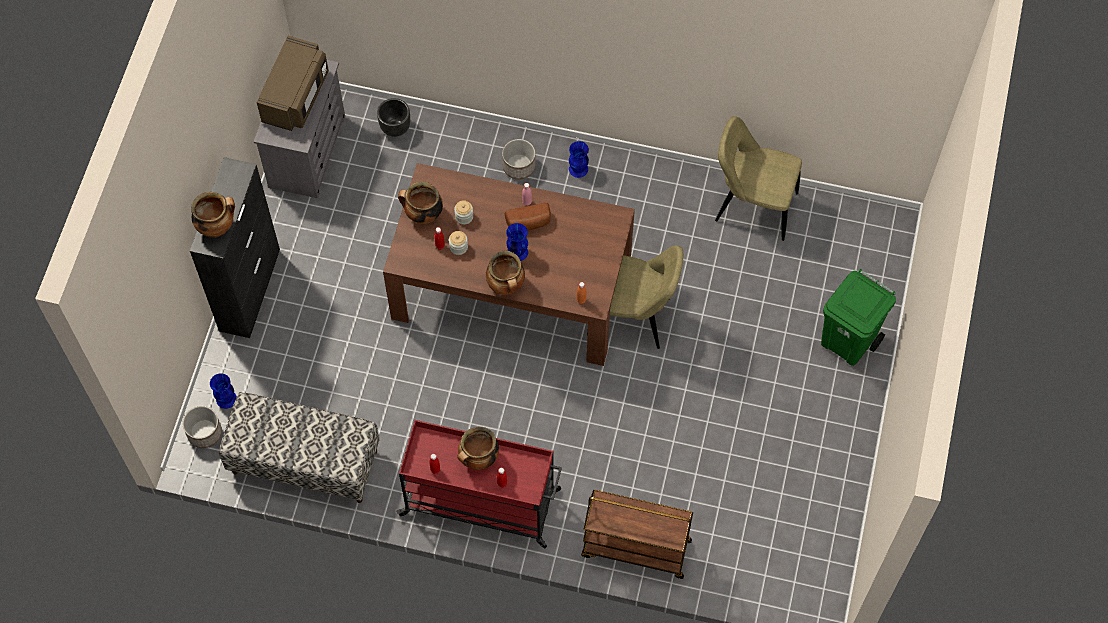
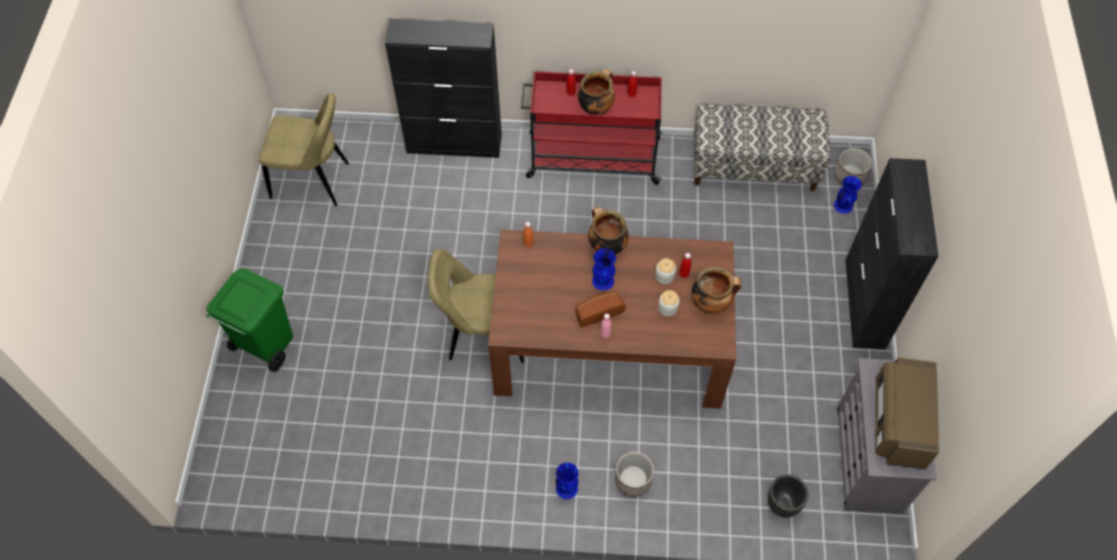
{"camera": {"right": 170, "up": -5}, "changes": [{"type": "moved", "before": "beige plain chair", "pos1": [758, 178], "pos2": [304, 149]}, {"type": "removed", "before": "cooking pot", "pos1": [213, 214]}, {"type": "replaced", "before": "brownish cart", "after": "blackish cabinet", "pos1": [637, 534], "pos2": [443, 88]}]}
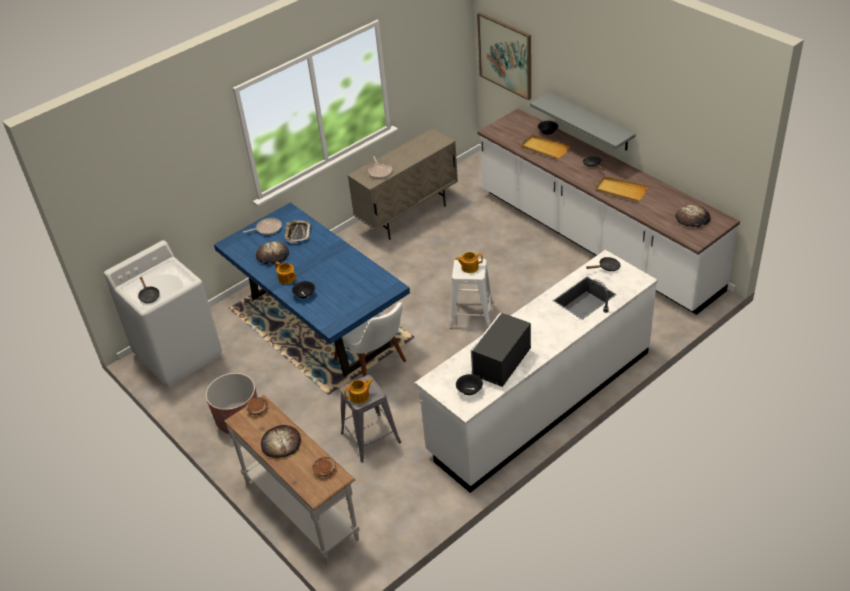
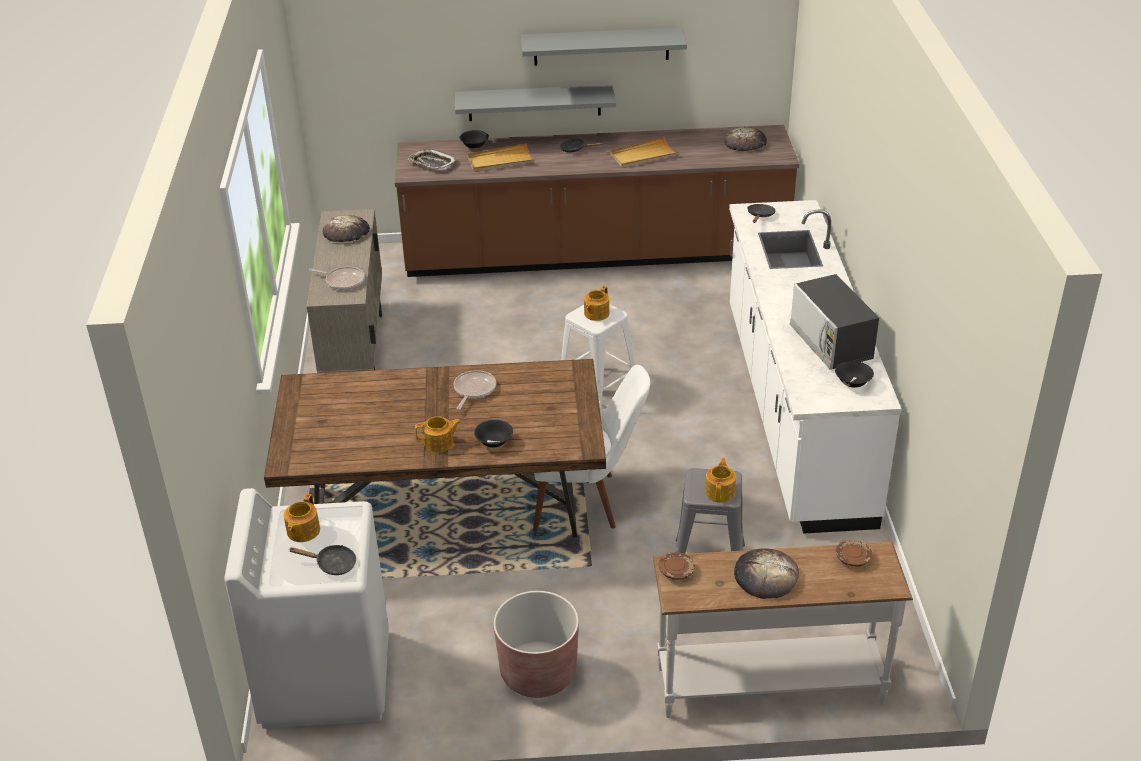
{"camera": {"right": -55, "up": -5}, "changes": [{"type": "removed", "before": "wall picture", "pos1": [504, 56]}, {"type": "recoloured", "before": "white kitchen counter", "after": "brownish kitchen counter", "pos1": [608, 211], "pos2": [597, 201]}, {"type": "recoloured", "before": "blue kitchen table", "after": "brownish kitchen table", "pos1": [312, 289], "pos2": [435, 448]}, {"type": "moved", "before": "pan", "pos1": [262, 226], "pos2": [475, 390]}, {"type": "moved", "before": "tray", "pos1": [297, 231], "pos2": [432, 159]}, {"type": "moved", "before": "bread", "pos1": [272, 253], "pos2": [346, 228]}, {"type": "added", "after": "greyish wall shelf", "pos2": [604, 47]}, {"type": "added", "after": "teapot", "pos2": [302, 518]}]}
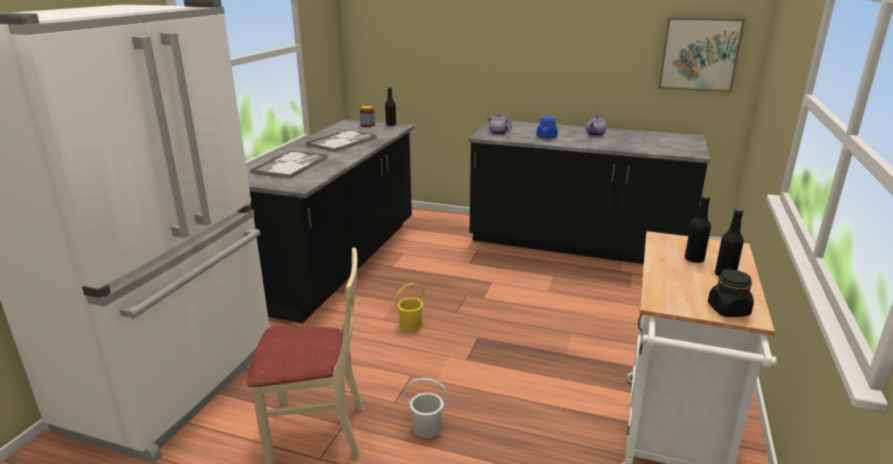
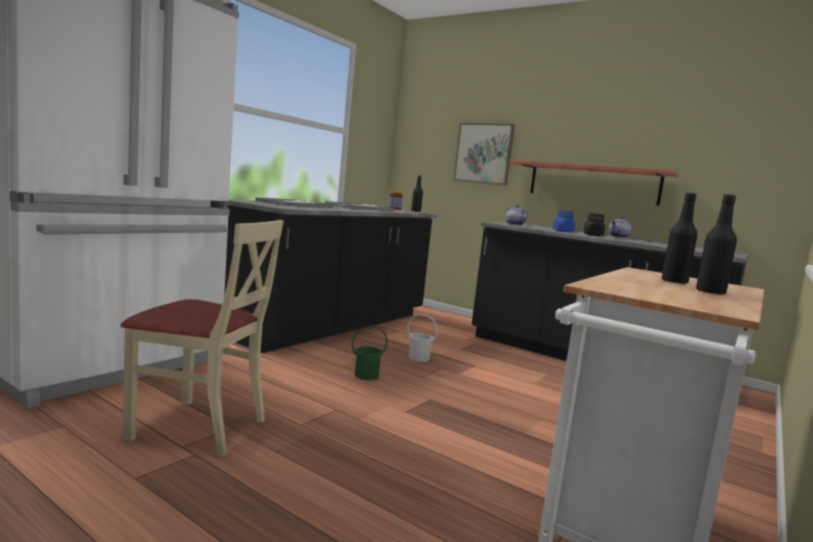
{"camera": {"right": 15, "up": -15}, "changes": [{"type": "moved", "before": "wall picture", "pos1": [701, 54], "pos2": [484, 154]}, {"type": "moved", "before": "blackish preserve jar", "pos1": [731, 293], "pos2": [594, 224]}, {"type": "recoloured", "before": "yellowish bucket", "after": "green bucket", "pos1": [410, 307], "pos2": [370, 353]}, {"type": "moved", "before": "white bucket", "pos1": [426, 408], "pos2": [422, 338]}, {"type": "added", "after": "wall shelf", "pos2": [594, 183]}]}
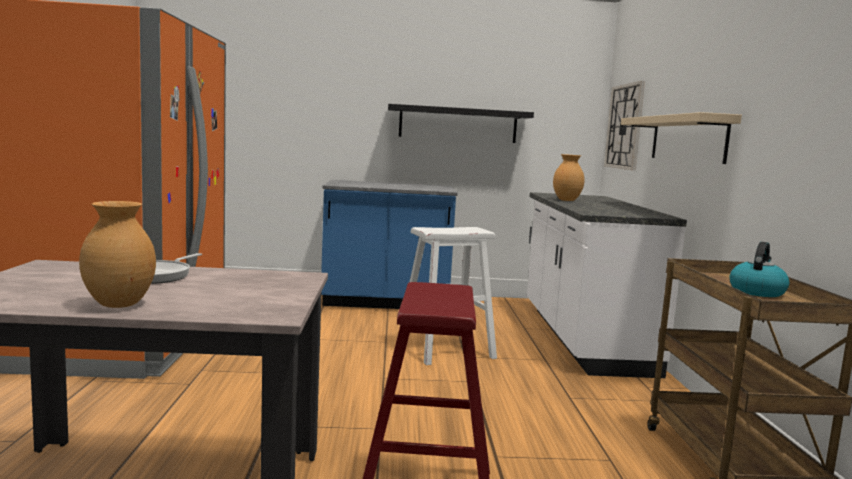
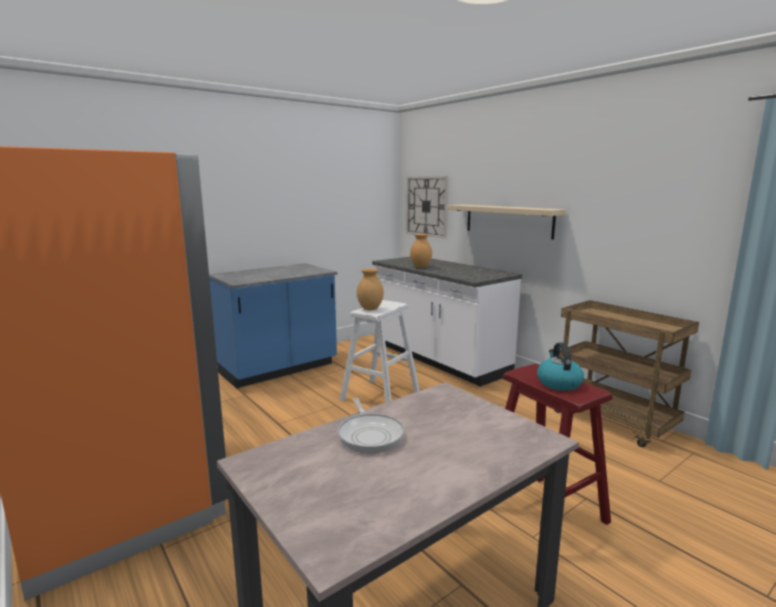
{"camera": {"right": -35, "up": 5}, "changes": [{"type": "removed", "before": "blackish wall shelf", "pos1": [461, 123]}, {"type": "moved", "before": "brownish vase", "pos1": [117, 254], "pos2": [370, 289]}, {"type": "moved", "before": "kettle", "pos1": [759, 269], "pos2": [560, 367]}]}
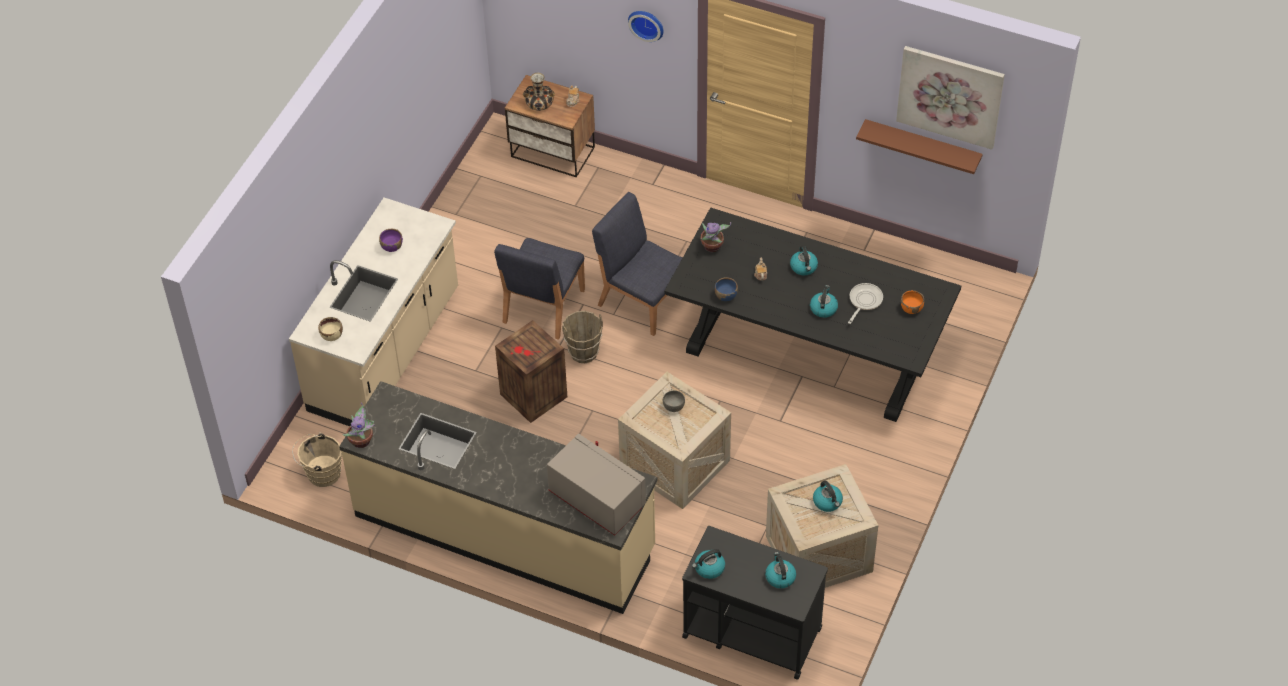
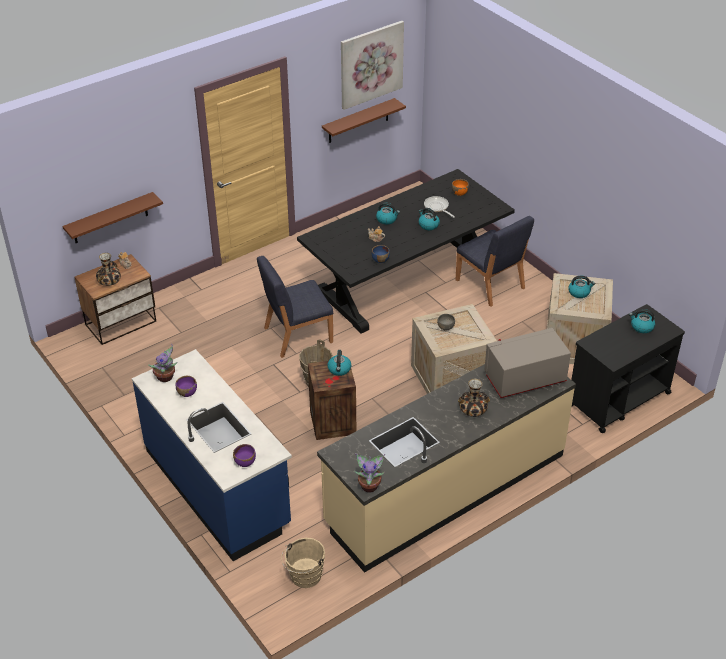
{"camera": {"right": -60, "up": -10}, "changes": [{"type": "removed", "before": "hanging clock", "pos1": [645, 26]}, {"type": "recoloured", "before": "beige kitchen counter", "after": "blue kitchen counter", "pos1": [373, 312], "pos2": [212, 455]}, {"type": "moved", "before": "plant in a pot", "pos1": [715, 237], "pos2": [162, 362]}, {"type": "moved", "before": "blue plain chair", "pos1": [539, 289], "pos2": [495, 261]}, {"type": "recoloured", "before": "beige deep dish", "after": "purplish deep dish", "pos1": [330, 329], "pos2": [244, 455]}, {"type": "moved", "before": "kettle", "pos1": [708, 564], "pos2": [339, 363]}, {"type": "added", "after": "brownish wall shelf", "pos2": [113, 217]}, {"type": "added", "after": "vase", "pos2": [474, 398]}]}
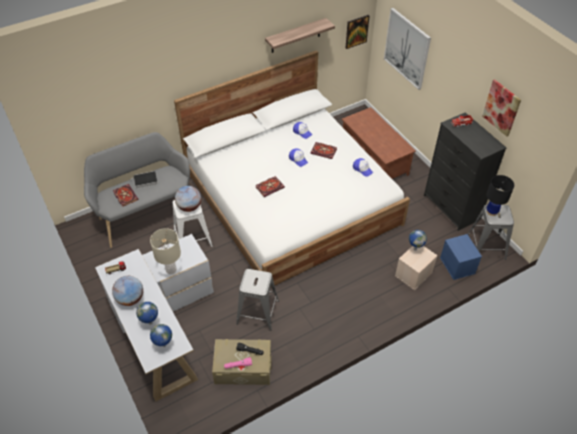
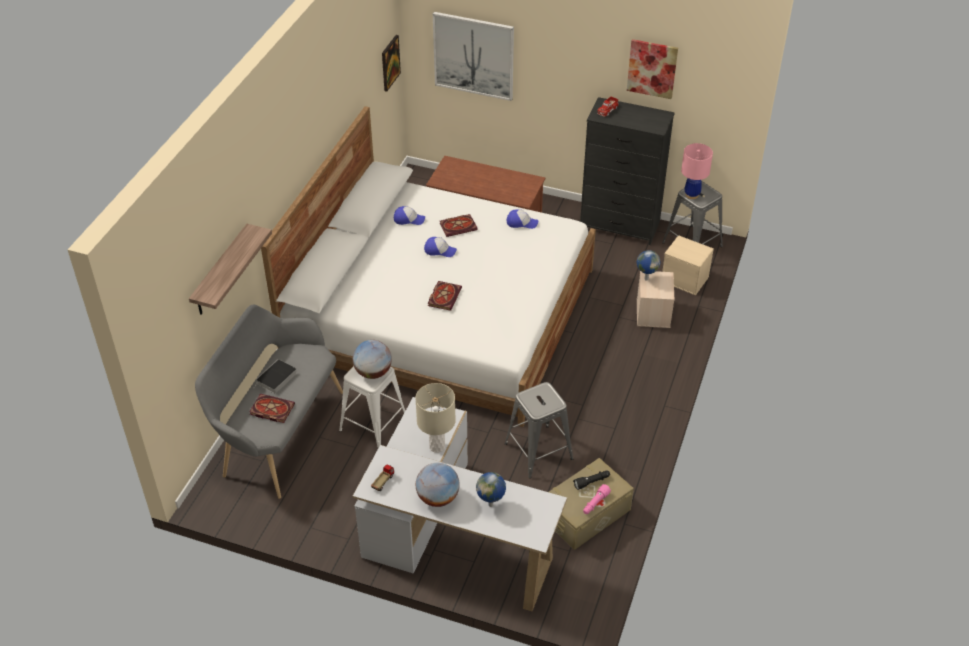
{"camera": {"right": -40, "up": -5}, "changes": [{"type": "moved", "before": "wall shelf", "pos1": [300, 35], "pos2": [230, 269]}, {"type": "recoloured", "before": "blackish table lamp", "after": "pink-coloured table lamp", "pos1": [500, 195], "pos2": [697, 171]}, {"type": "recoloured", "before": "blue storage bin", "after": "beige storage bin", "pos1": [461, 257], "pos2": [688, 265]}, {"type": "removed", "before": "globe", "pos1": [161, 335]}]}
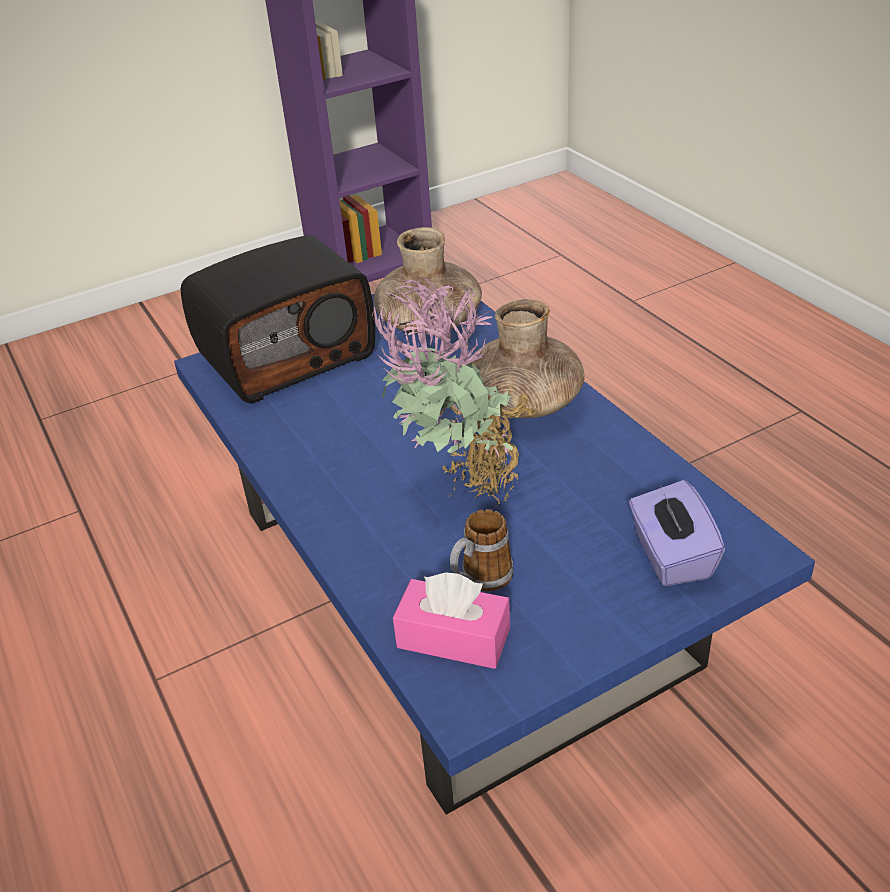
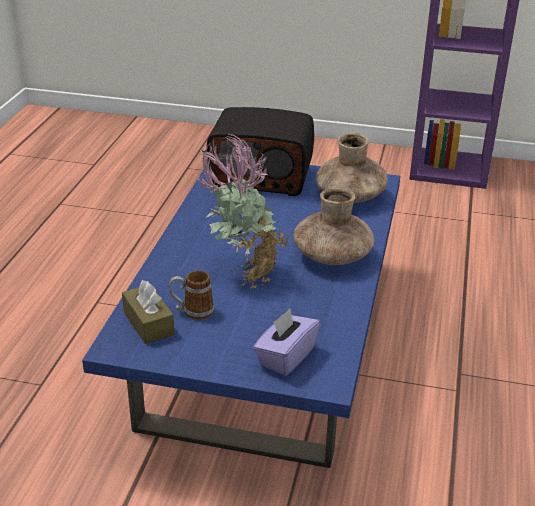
{"camera": {"right": 40, "up": -5}, "changes": [{"type": "recoloured", "before": "pink-coloured tissue holder", "after": "brownish tissue holder", "pos1": [451, 620], "pos2": [148, 312]}]}
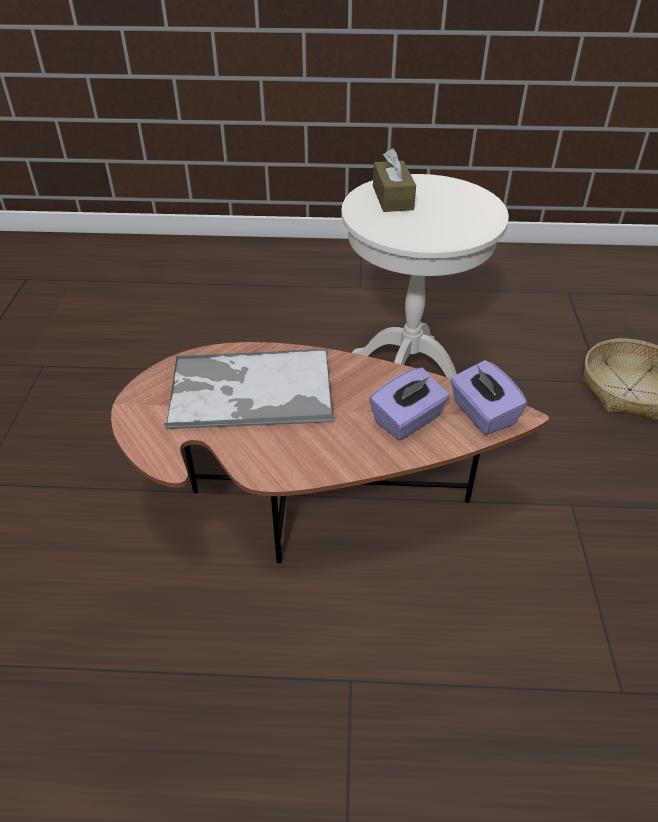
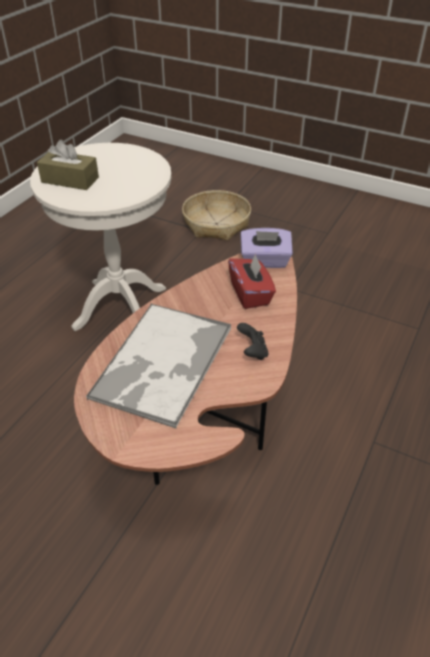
{"camera": {"right": -65, "up": 0}, "changes": [{"type": "recoloured", "before": "purplish tissue holder", "after": "red tissue holder", "pos1": [410, 403], "pos2": [252, 281]}, {"type": "added", "after": "blackish gamepad", "pos2": [252, 341]}]}
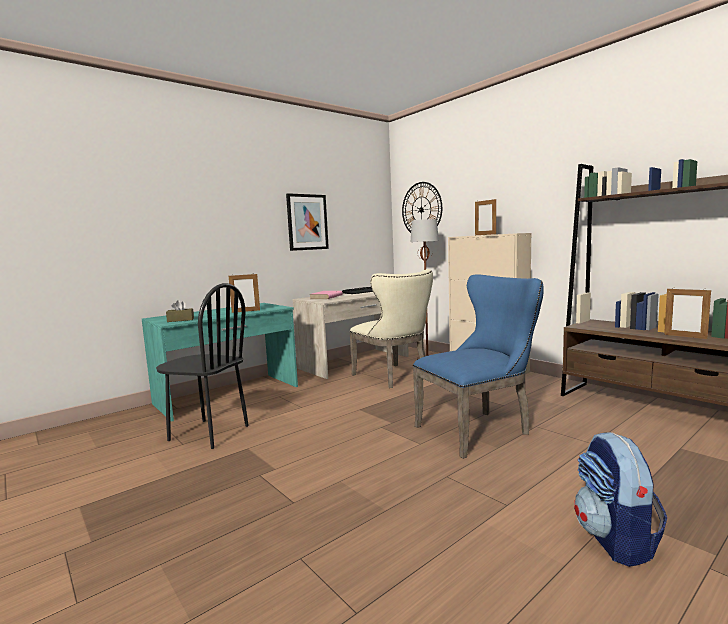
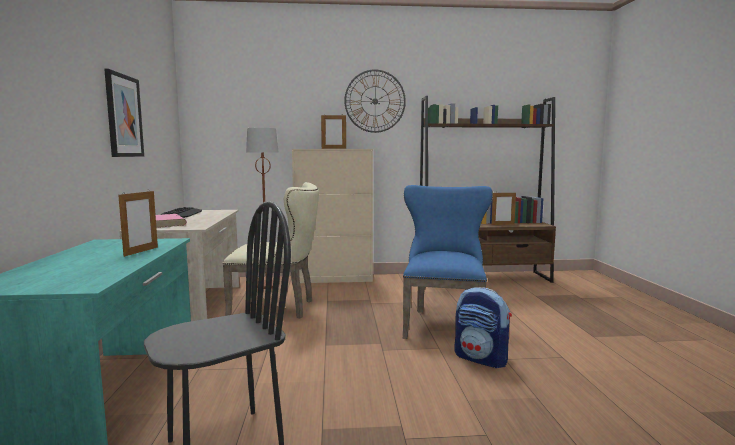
{"camera": {"right": -55, "up": 0}, "changes": [{"type": "moved", "before": "hanging clock", "pos1": [422, 207], "pos2": [375, 101]}, {"type": "removed", "before": "brownish tissue holder", "pos1": [180, 311]}, {"type": "moved", "before": "knapsack", "pos1": [620, 499], "pos2": [483, 327]}]}
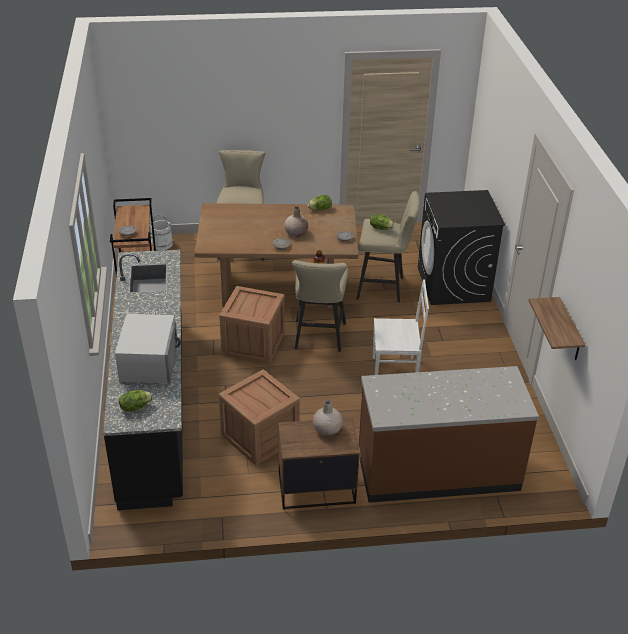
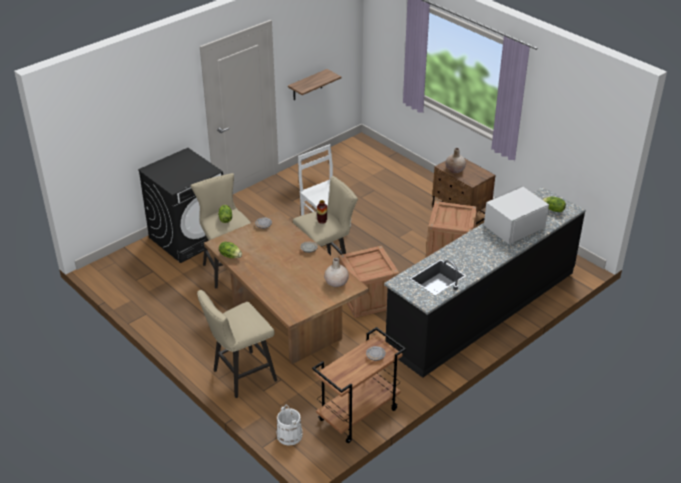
{"camera": {"right": -125, "up": 0}, "changes": [{"type": "moved", "before": "beige vase", "pos1": [296, 221], "pos2": [336, 272]}, {"type": "removed", "before": "brownish kitchen counter", "pos1": [449, 434]}]}
